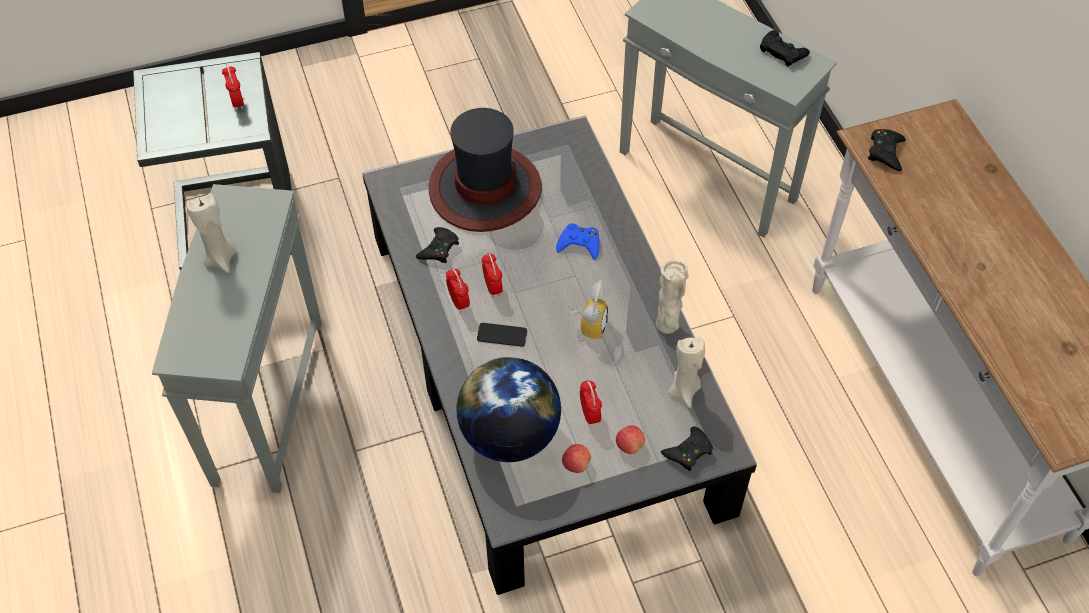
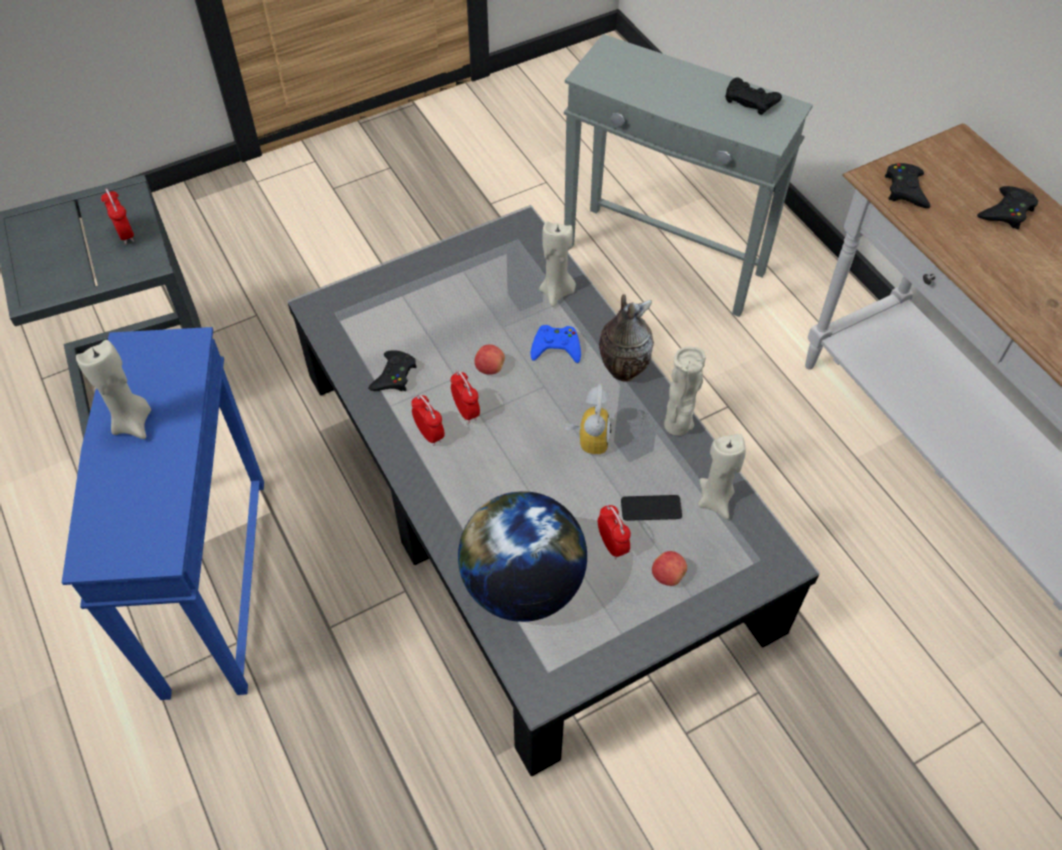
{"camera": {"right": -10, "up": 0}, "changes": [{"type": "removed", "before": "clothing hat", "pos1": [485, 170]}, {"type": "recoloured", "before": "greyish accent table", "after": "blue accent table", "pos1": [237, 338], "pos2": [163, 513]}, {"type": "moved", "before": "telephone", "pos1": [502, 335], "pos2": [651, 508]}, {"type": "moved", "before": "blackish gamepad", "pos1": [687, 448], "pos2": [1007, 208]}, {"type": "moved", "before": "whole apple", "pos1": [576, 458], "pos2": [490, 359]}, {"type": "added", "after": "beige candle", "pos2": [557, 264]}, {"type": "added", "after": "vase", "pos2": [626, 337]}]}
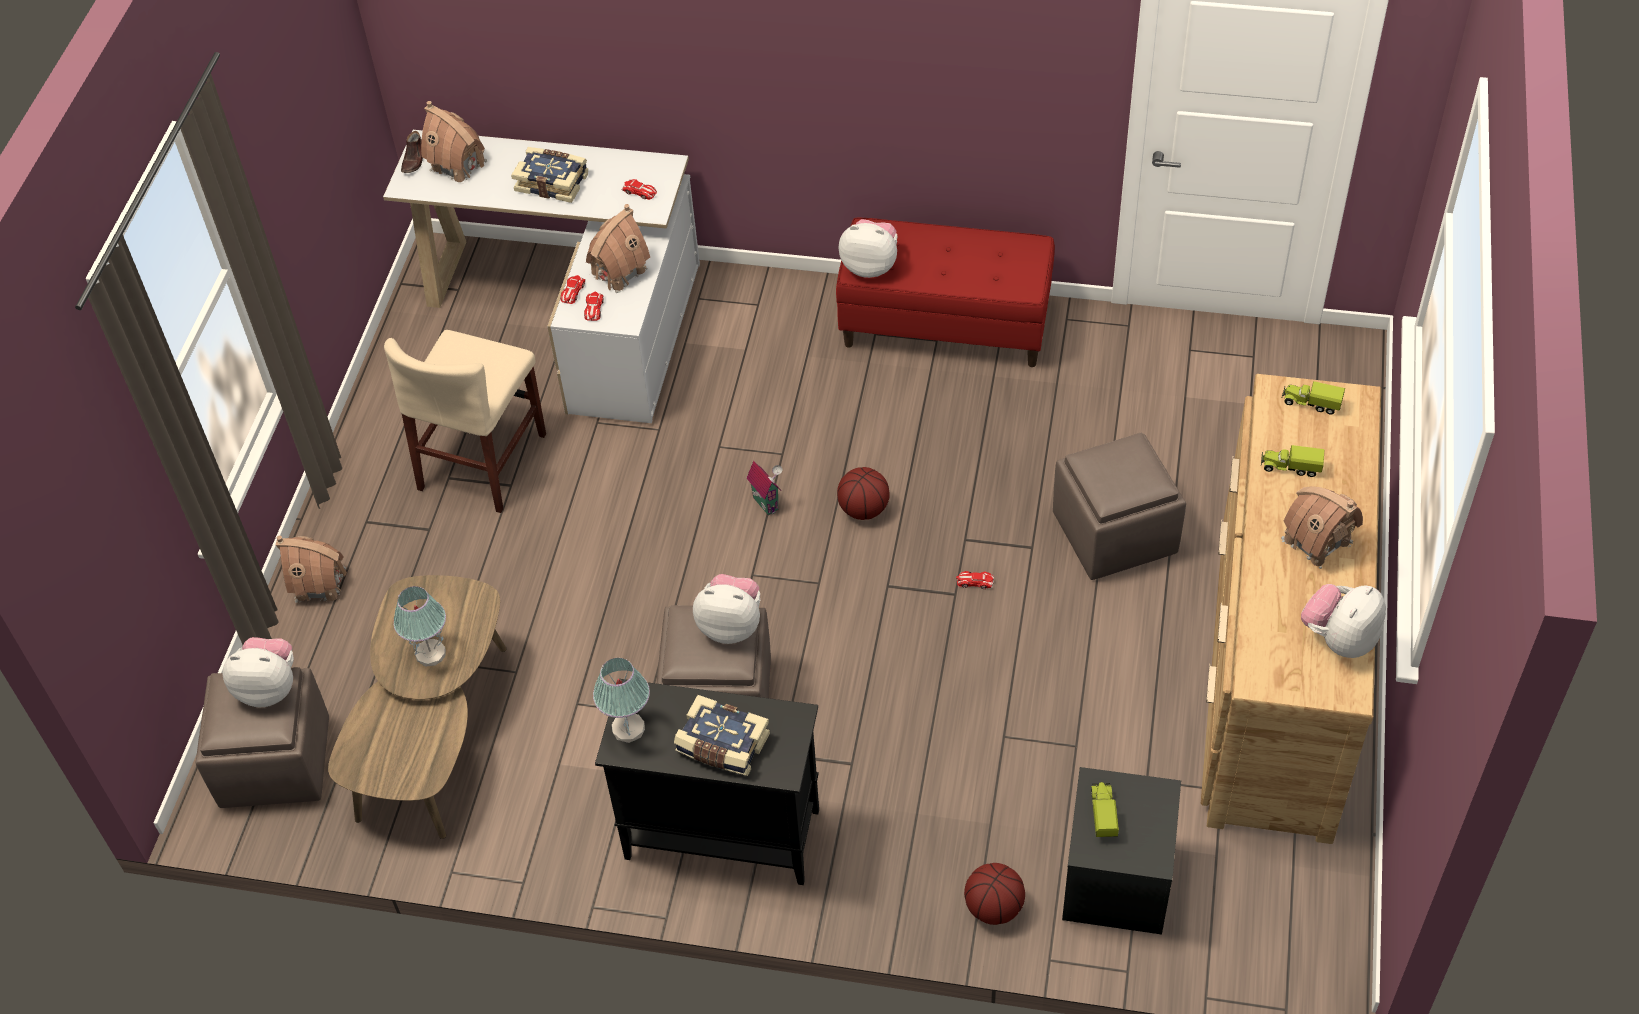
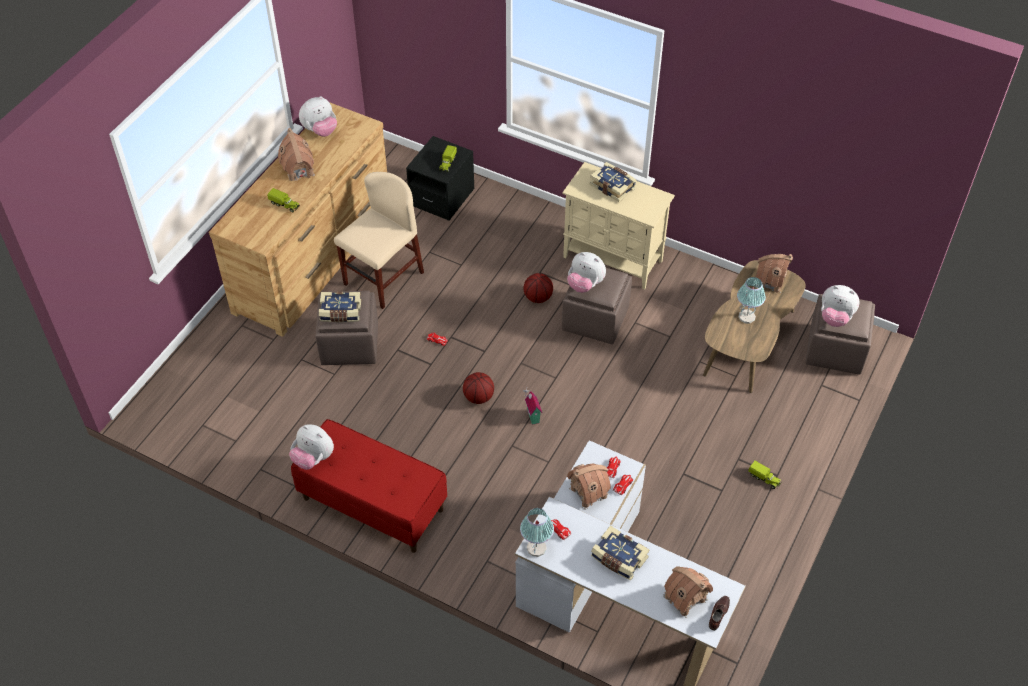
{"camera": {"right": -165, "up": 0}, "changes": [{"type": "moved", "before": "cuddly toy", "pos1": [868, 248], "pos2": [311, 447]}, {"type": "moved", "before": "beige plain chair", "pos1": [465, 421], "pos2": [379, 240]}, {"type": "moved", "before": "model truck", "pos1": [1313, 398], "pos2": [765, 475]}, {"type": "moved", "before": "miniature house", "pos1": [311, 569], "pos2": [774, 273]}, {"type": "moved", "before": "table lamp", "pos1": [621, 700], "pos2": [537, 532]}, {"type": "recoloured", "before": "blackish cabinet", "after": "beige cabinet", "pos1": [707, 782], "pos2": [618, 226]}, {"type": "moved", "before": "basketball", "pos1": [994, 894], "pos2": [538, 288]}, {"type": "added", "after": "volume", "pos2": [340, 307]}]}
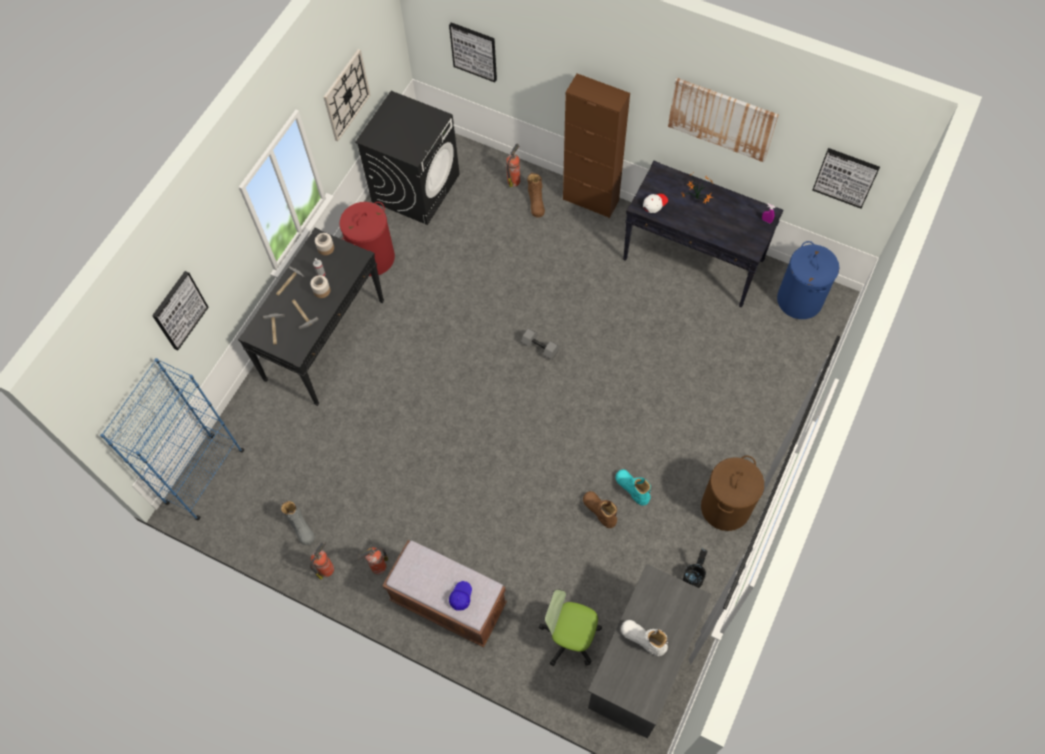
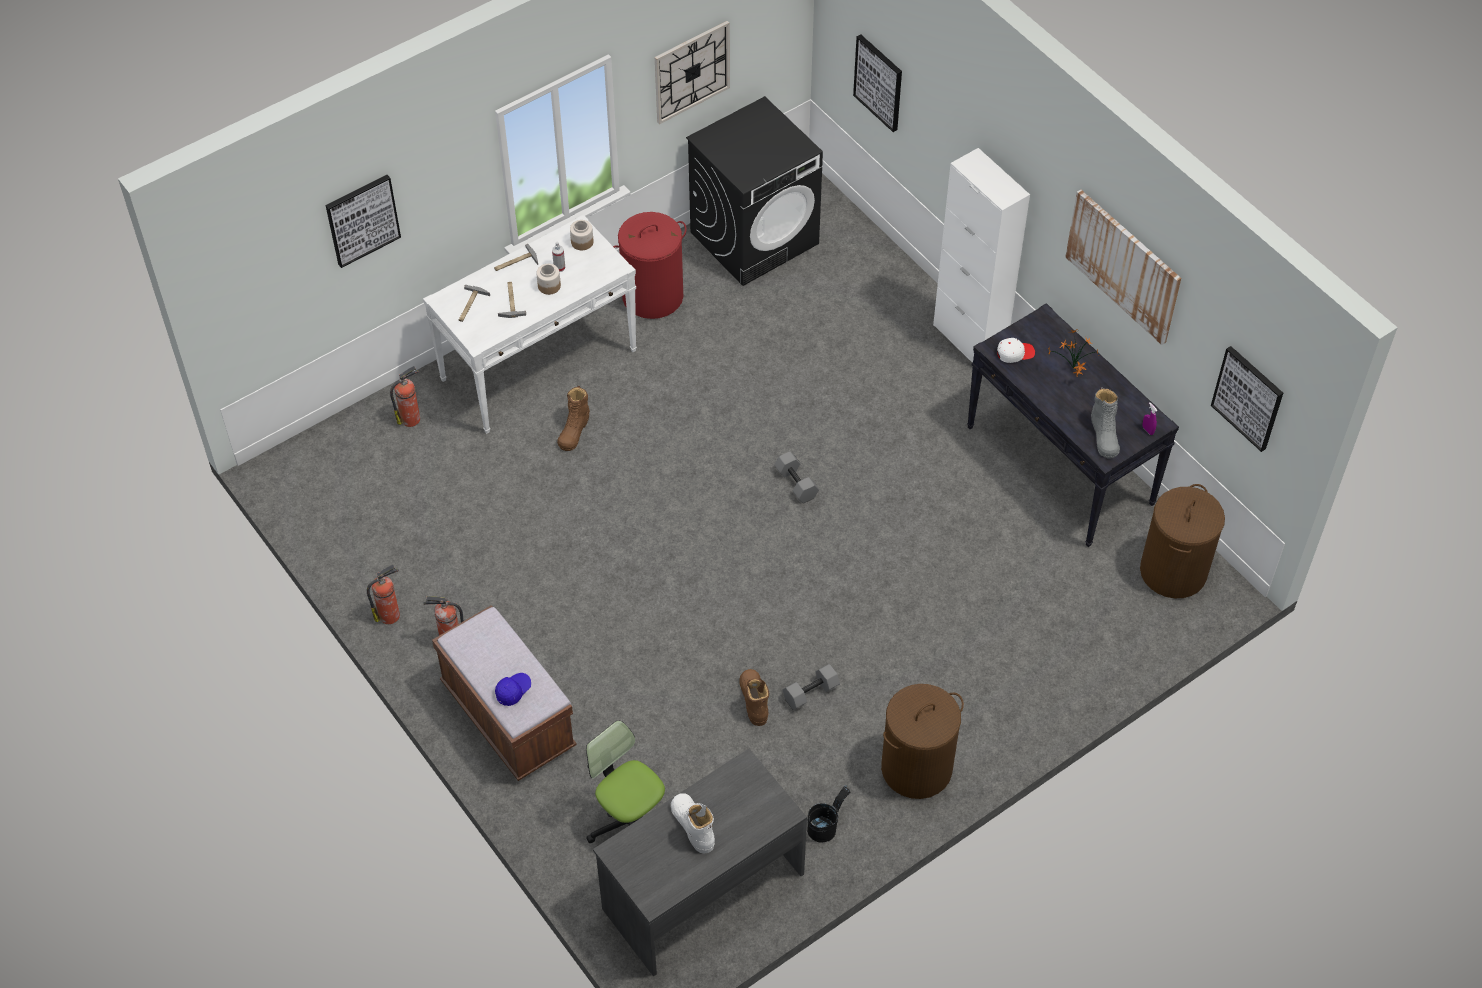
{"camera": {"right": 25, "up": -10}, "changes": [{"type": "recoloured", "before": "brownish cabinet", "after": "white cabinet", "pos1": [596, 146], "pos2": [981, 255]}, {"type": "moved", "before": "fire-fighting cylinder", "pos1": [513, 165], "pos2": [405, 396]}, {"type": "moved", "before": "brownish tall boot", "pos1": [536, 195], "pos2": [573, 418]}, {"type": "recoloured", "before": "blackish hall table", "after": "white hall table", "pos1": [311, 317], "pos2": [530, 324]}, {"type": "recoloured", "before": "blue laundry basket", "after": "brownish laundry basket", "pos1": [808, 280], "pos2": [1182, 541]}, {"type": "removed", "before": "blue bookshelf", "pos1": [172, 439]}, {"type": "replaced", "before": "turquoise-coloured tall boot", "after": "greyish hand weight", "pos1": [633, 487], "pos2": [811, 687]}, {"type": "moved", "before": "greyish tall boot", "pos1": [298, 523], "pos2": [1105, 422]}]}
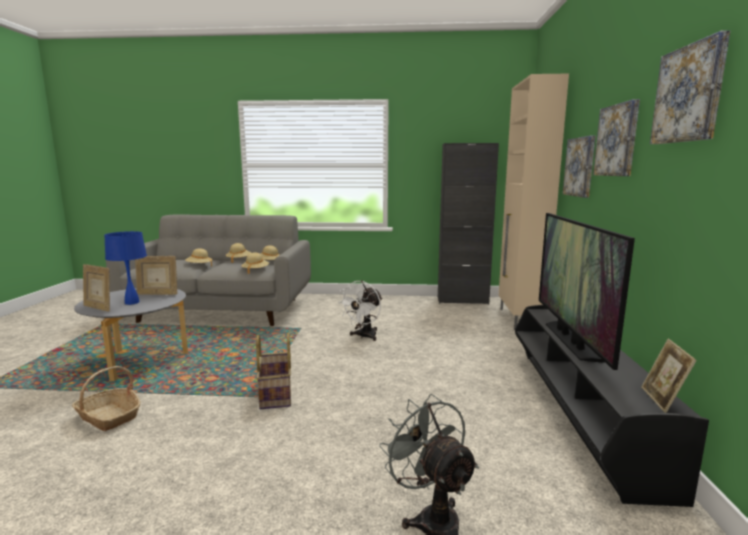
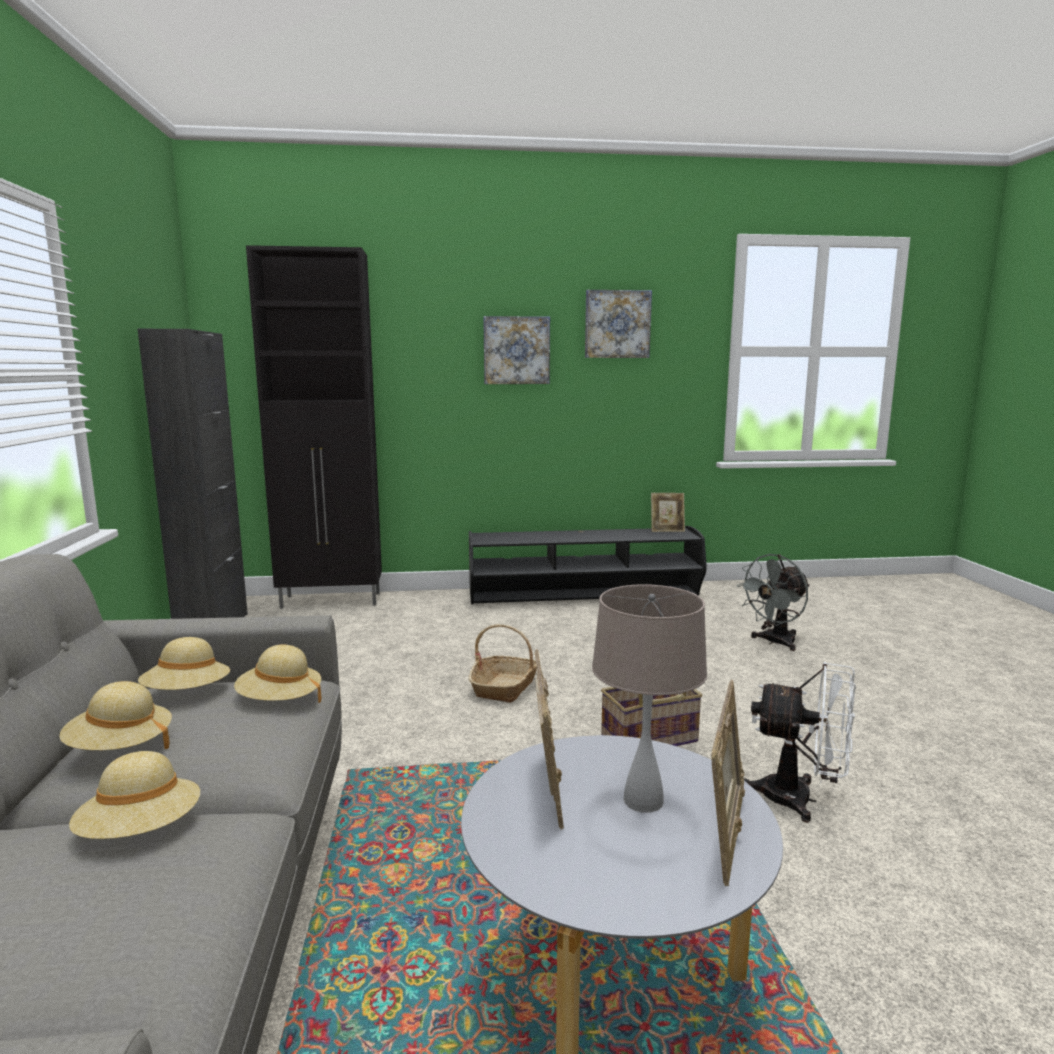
{"camera": {"right": -100, "up": 0}, "changes": [{"type": "recoloured", "before": "beige cabinet", "after": "blackish cabinet", "pos1": [534, 202], "pos2": [314, 427]}, {"type": "removed", "before": "wall picture", "pos1": [579, 166]}, {"type": "removed", "before": "TV set", "pos1": [587, 291]}, {"type": "recoloured", "before": "blue table lamp", "after": "beige table lamp", "pos1": [125, 268], "pos2": [649, 698]}, {"type": "moved", "before": "white cooling fan", "pos1": [360, 311], "pos2": [800, 742]}, {"type": "moved", "before": "household basket", "pos1": [106, 398], "pos2": [503, 663]}]}
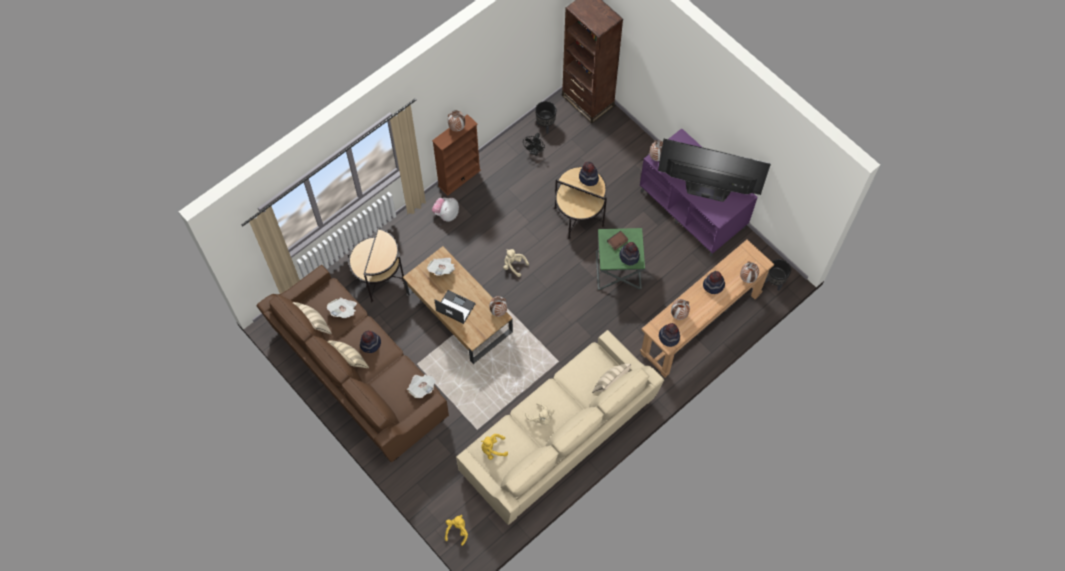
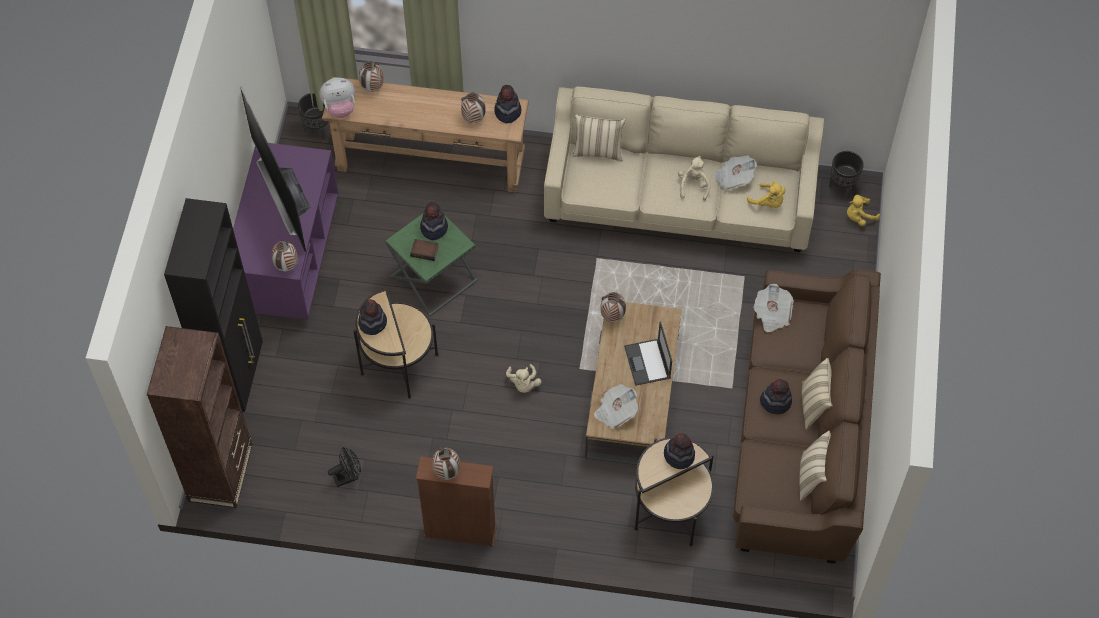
{"camera": {"right": -130, "up": -5}, "changes": [{"type": "moved", "before": "blackish flower pot", "pos1": [546, 117], "pos2": [846, 174]}, {"type": "moved", "before": "cuddly toy", "pos1": [445, 210], "pos2": [337, 98]}, {"type": "moved", "before": "clothing hat", "pos1": [714, 282], "pos2": [679, 451]}, {"type": "moved", "before": "printed paper", "pos1": [342, 307], "pos2": [735, 172]}, {"type": "added", "after": "blackish cabinet", "pos2": [213, 308]}]}
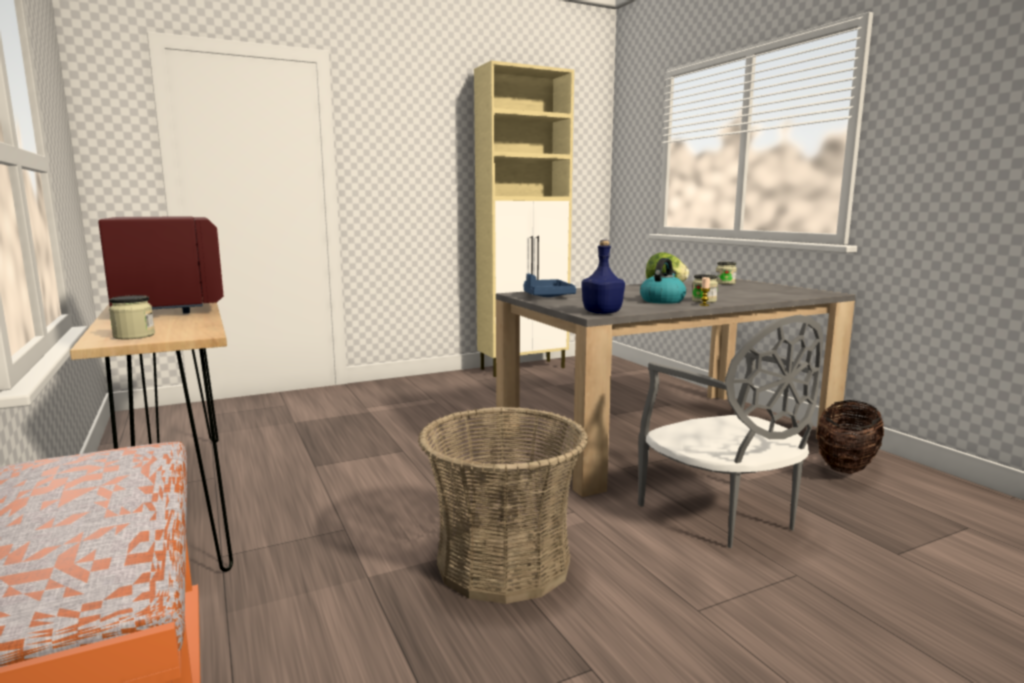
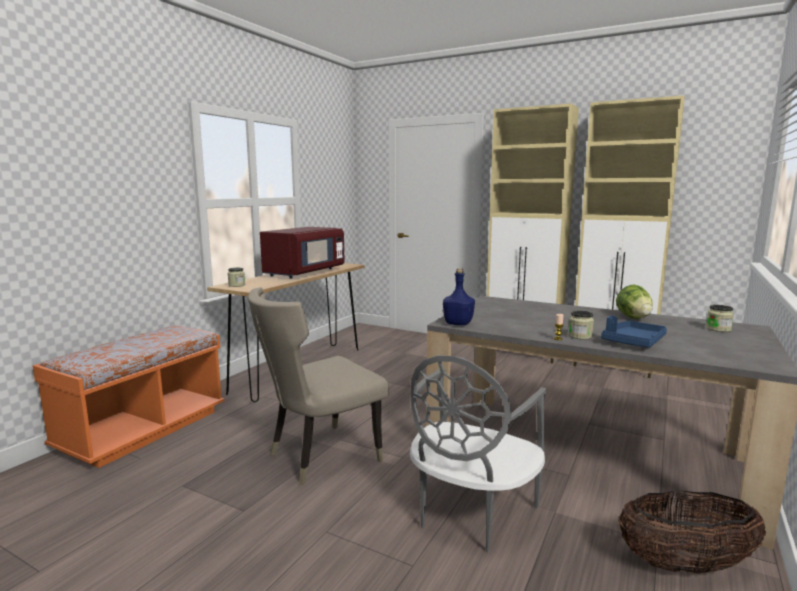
{"camera": {"right": 55, "up": 0}, "changes": [{"type": "removed", "before": "kettle", "pos1": [663, 281]}, {"type": "moved", "before": "blue tray", "pos1": [550, 285], "pos2": [634, 331]}, {"type": "replaced", "before": "household basket", "after": "beige plain chair", "pos1": [503, 505], "pos2": [318, 386]}, {"type": "added", "after": "beige cabinet", "pos2": [533, 233]}]}
